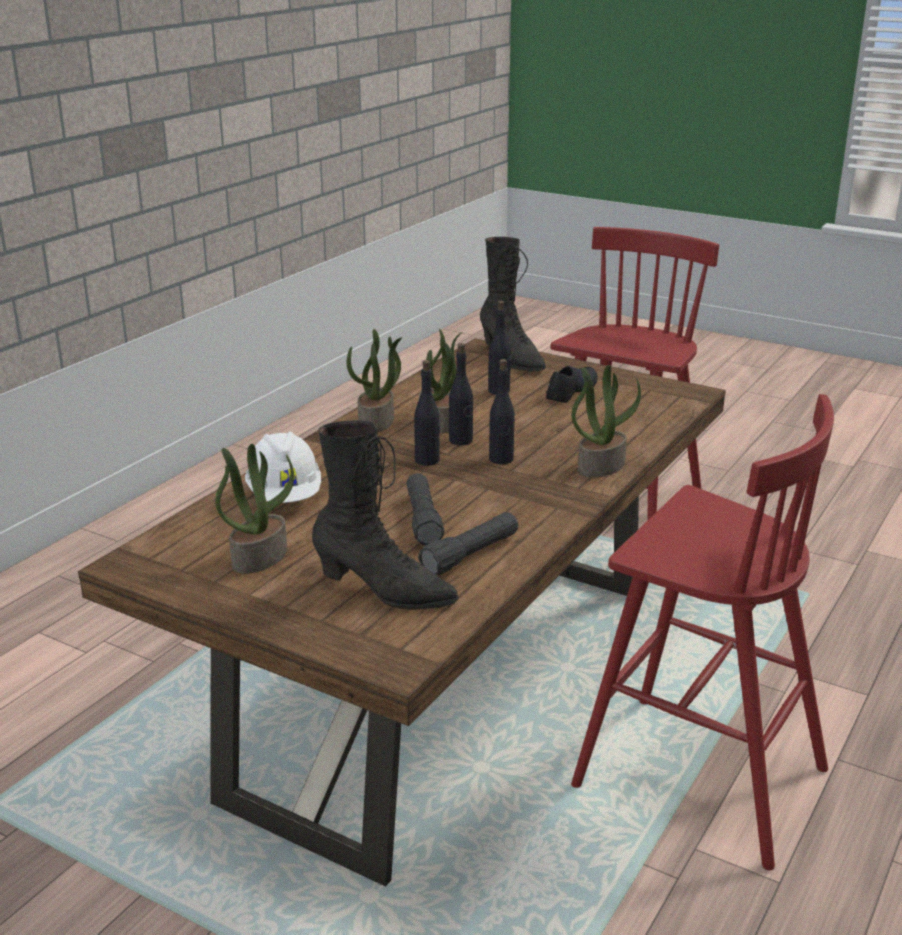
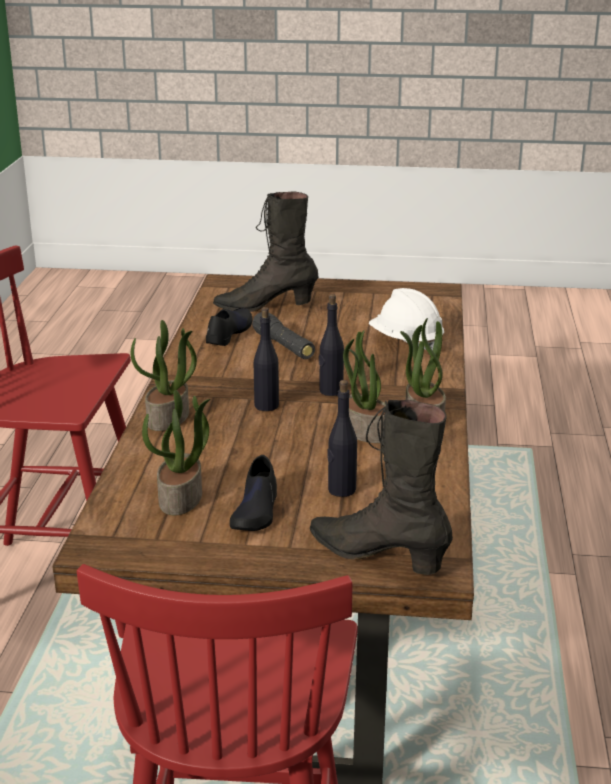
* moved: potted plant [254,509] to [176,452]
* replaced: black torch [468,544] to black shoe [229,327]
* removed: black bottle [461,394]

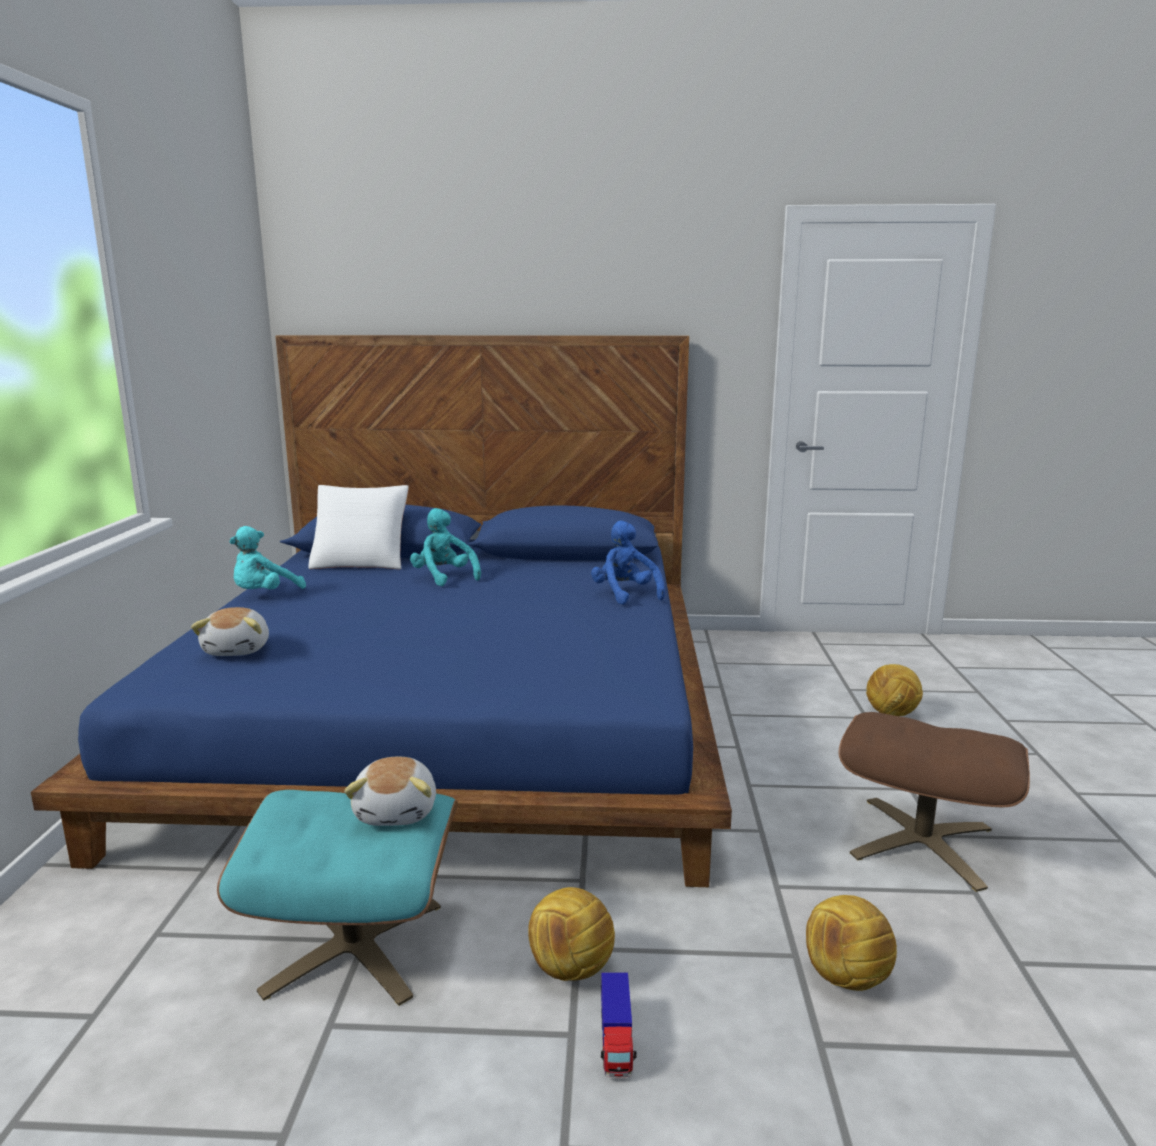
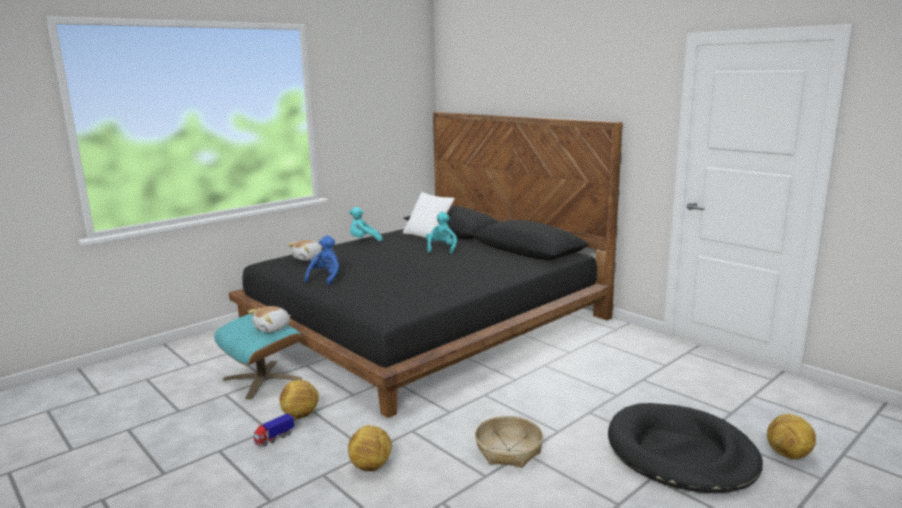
* recoloured: blue bed [381,611] to black bed [426,265]
* moved: blue plush toy [628,563] to [321,260]
* replaced: brown ottoman [934,802] to basket [509,442]
* moved: football ball [894,690] to [791,436]
* added: black dog cushion [685,448]

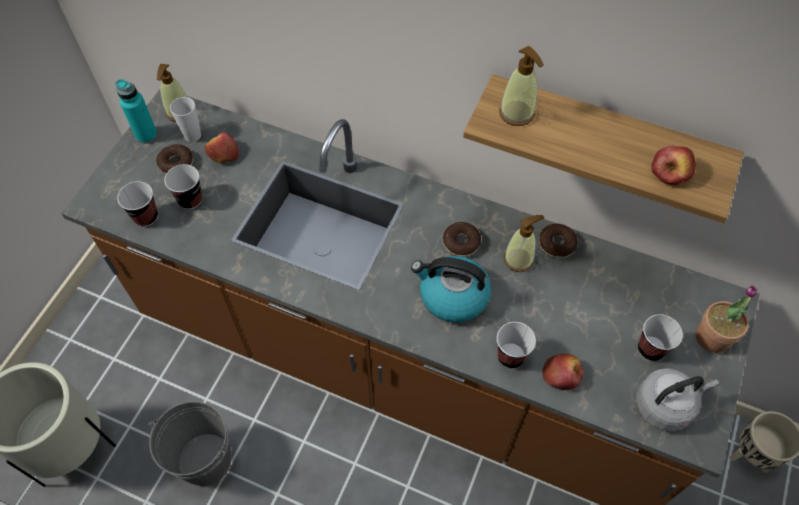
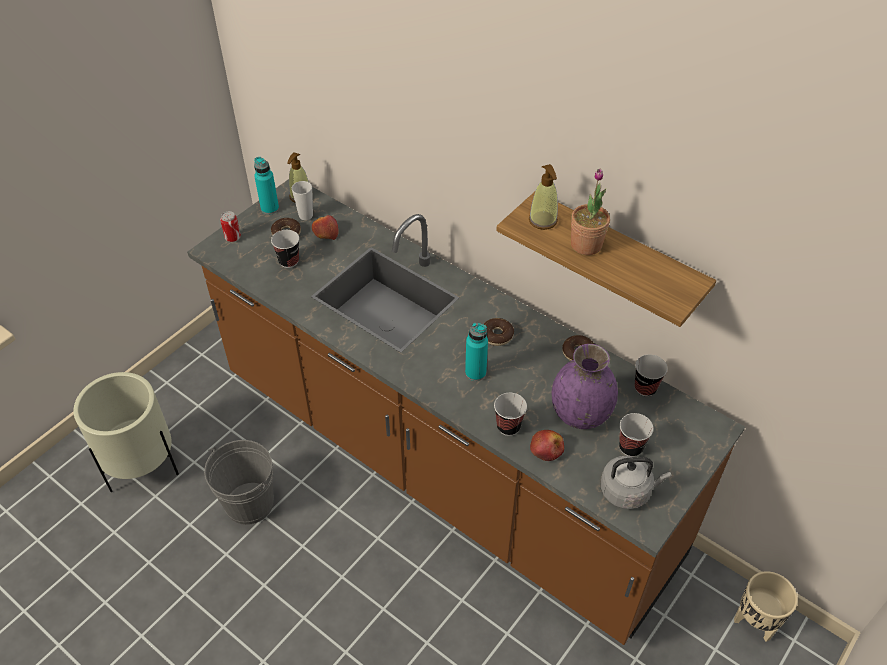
* moved: cup [137,204] to [650,375]
* replaced: water kettle [451,289] to turquoise bottle [476,352]
* removed: soap dispenser [524,243]
* removed: apple fruit [673,165]
* moved: potted plant [726,319] to [590,211]
* added: sealed can [230,226]
* added: purple-coloured flower vase [585,386]

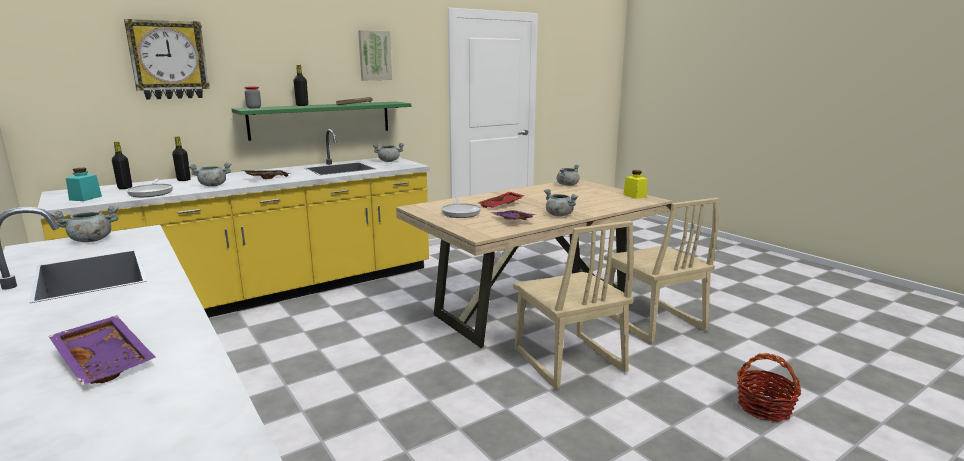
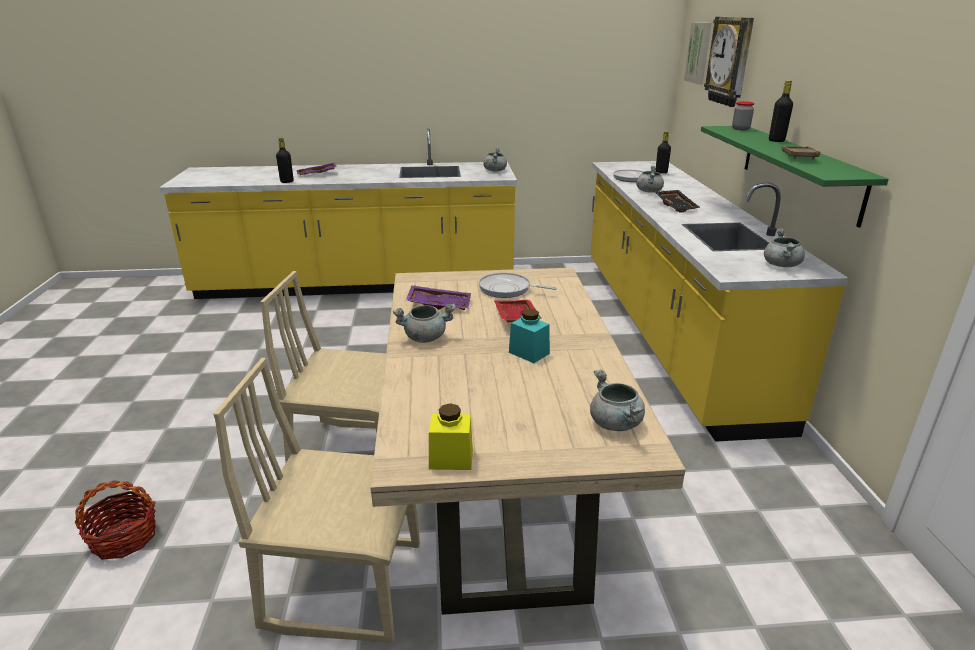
* moved: turquoise preserve jar [84,184] to [529,336]
* moved: black bottle [181,158] to [284,160]
* moved: wall picture [375,55] to [697,53]

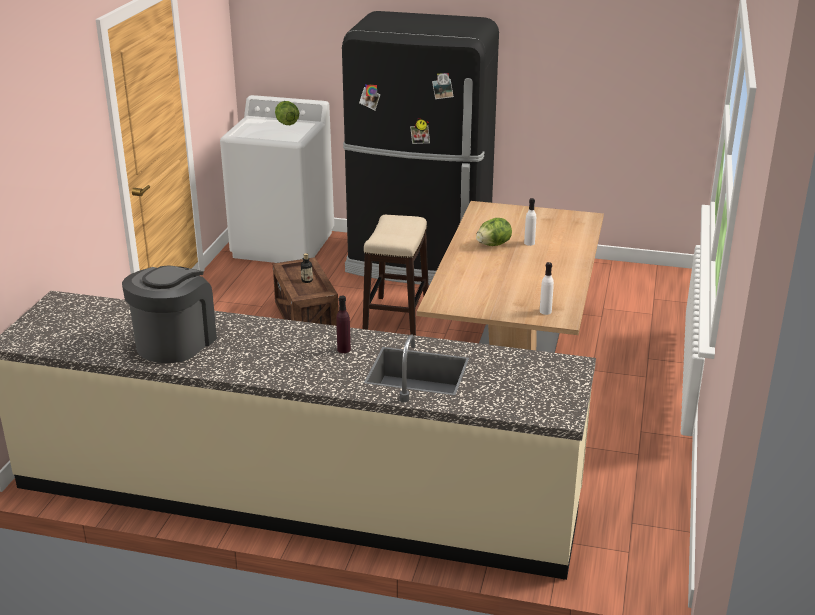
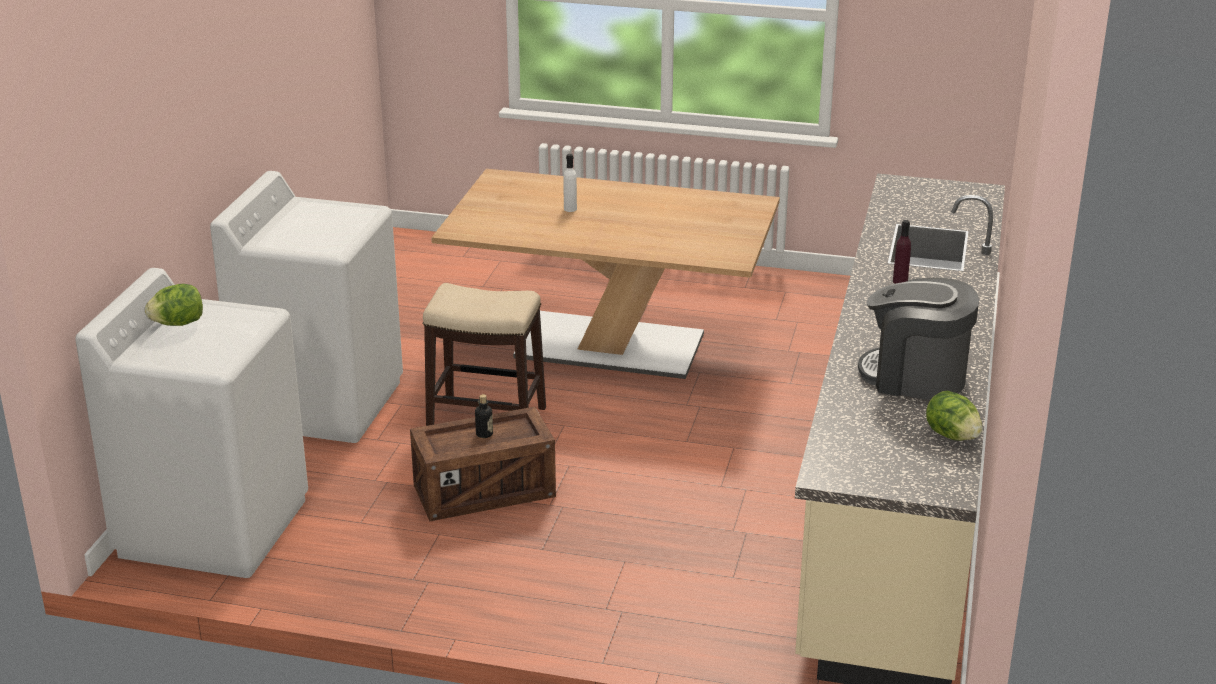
* replaced: black kitchen fridge [420,148] to white-coloured laundry appliance [306,307]
* moved: head of lettuce [494,232] to [954,415]
* removed: white-coloured bottle [547,288]

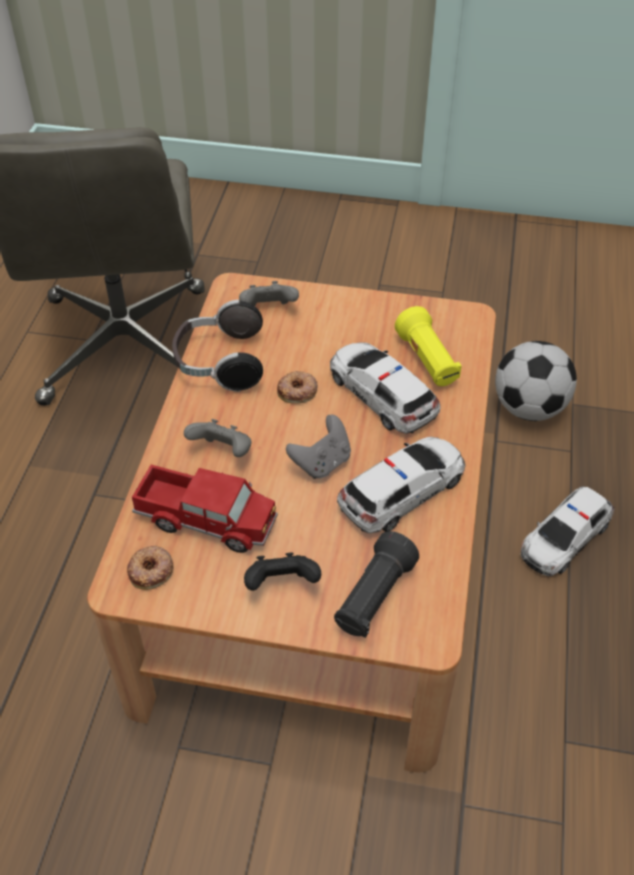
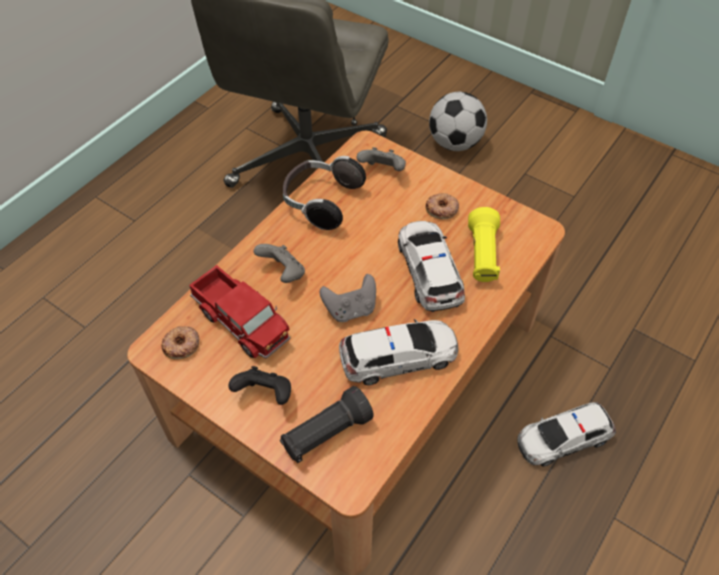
* moved: ring doughnut [297,387] to [442,206]
* moved: football ball [536,381] to [458,121]

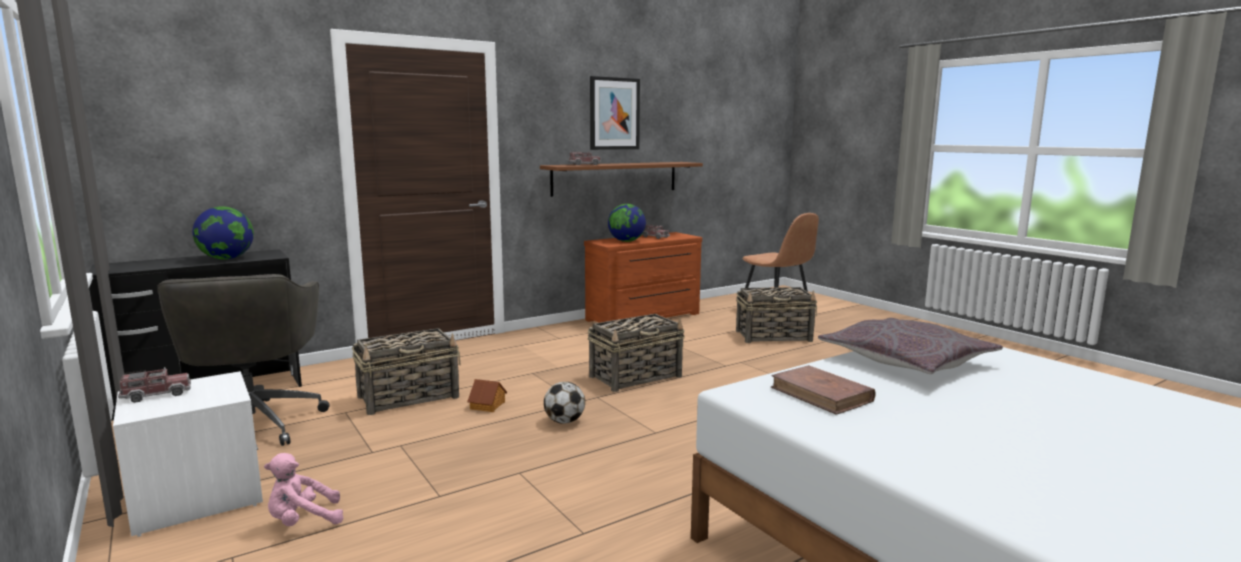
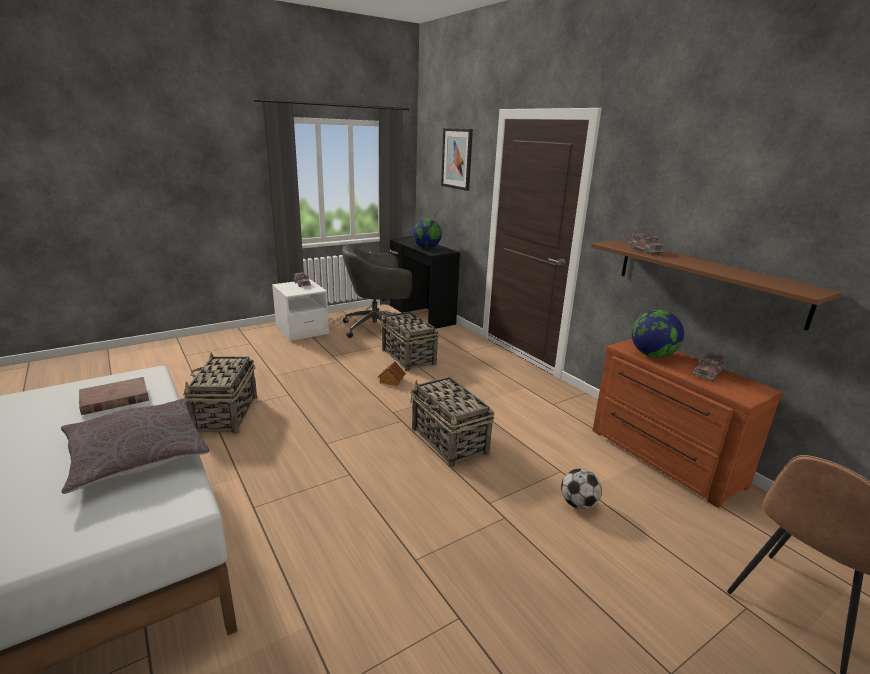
* removed: pink-coloured plush toy [303,489]
* moved: football ball [564,403] to [581,488]
* moved: wall picture [615,113] to [457,159]
* moved: basket [776,315] to [220,393]

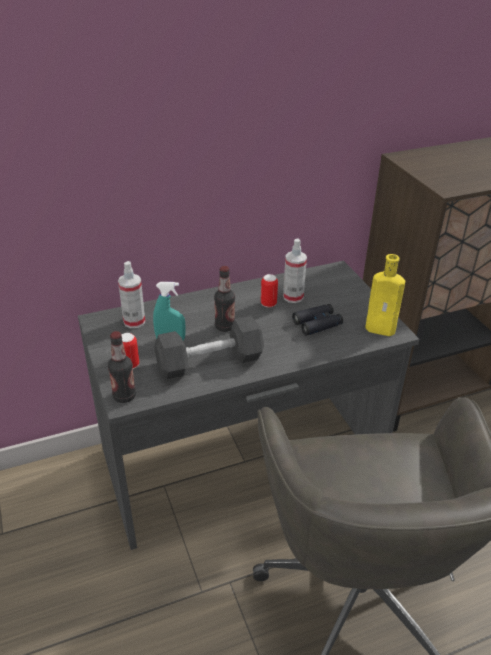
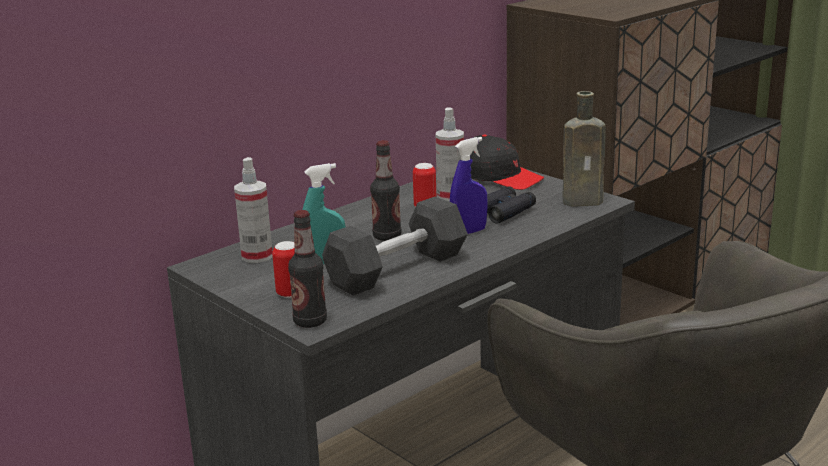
* recoloured: yellow-coloured bottle [385,295] to brown bottle [584,149]
* added: blue hand sprayer [469,185]
* added: black peaked cap [507,162]

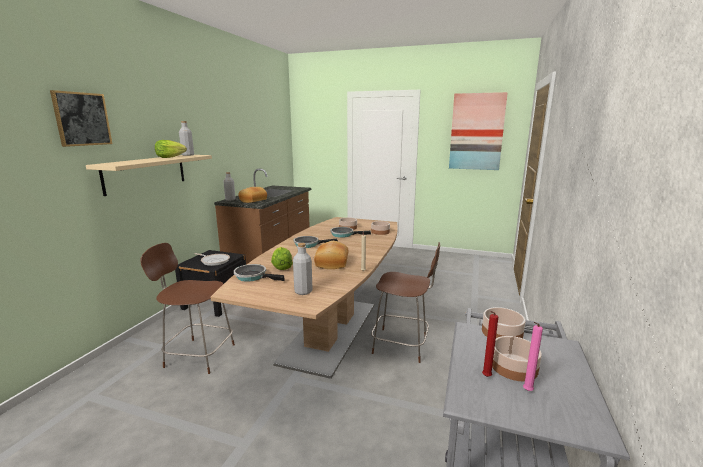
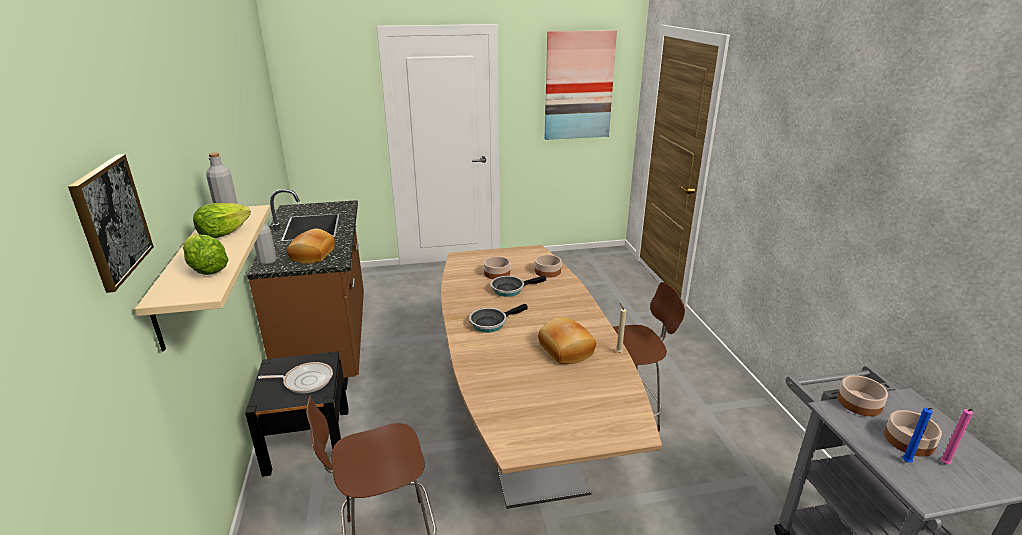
* removed: skillet [259,273]
* moved: head of lettuce [282,258] to [206,254]
* removed: grey bottle [303,269]
* recoloured: reddish candle [490,344] to blue candle [917,435]

